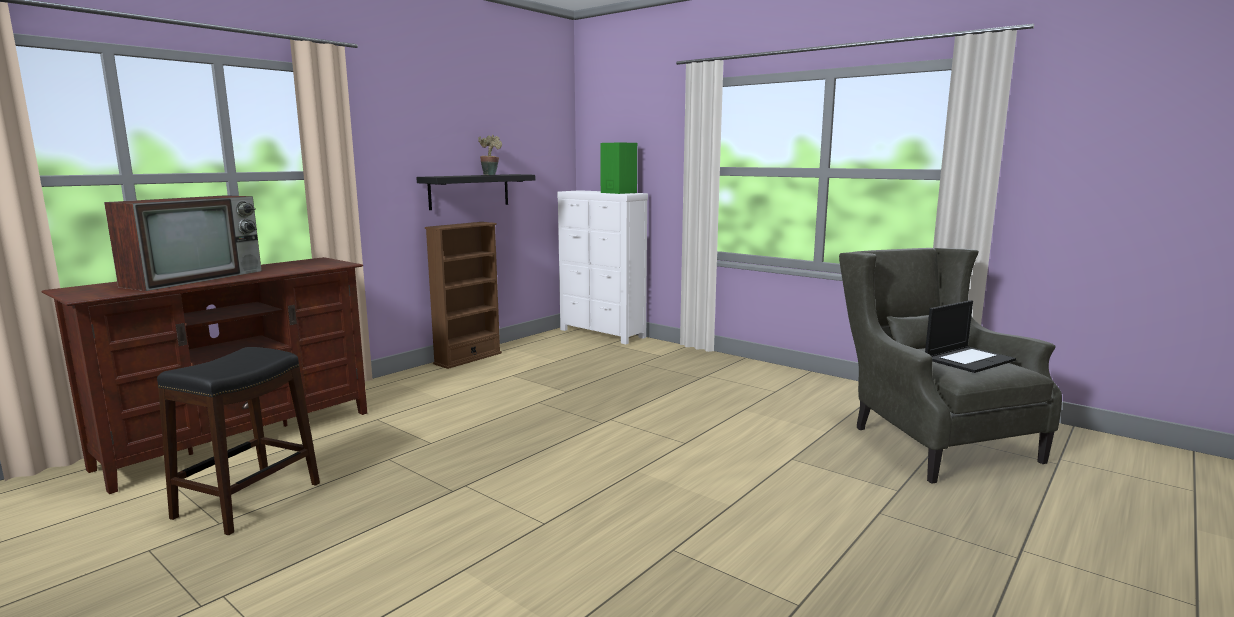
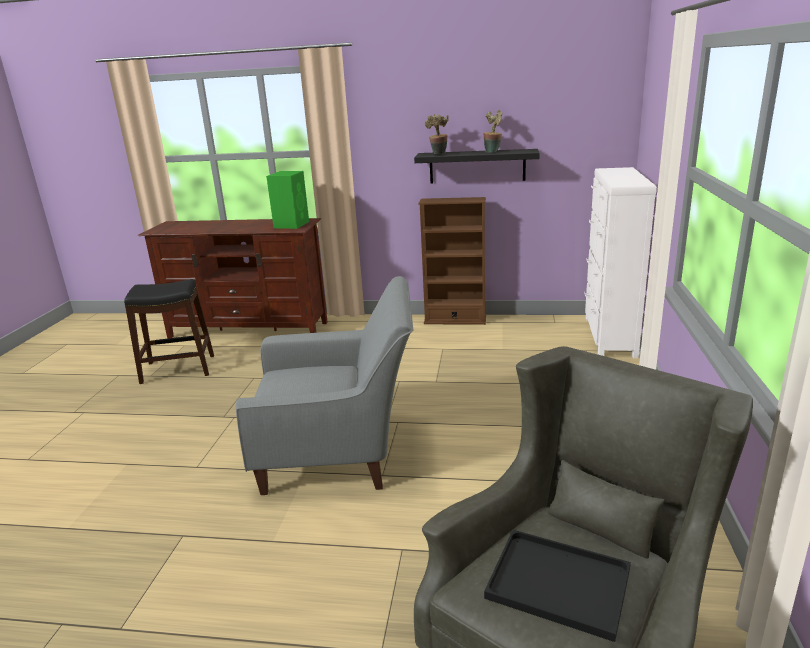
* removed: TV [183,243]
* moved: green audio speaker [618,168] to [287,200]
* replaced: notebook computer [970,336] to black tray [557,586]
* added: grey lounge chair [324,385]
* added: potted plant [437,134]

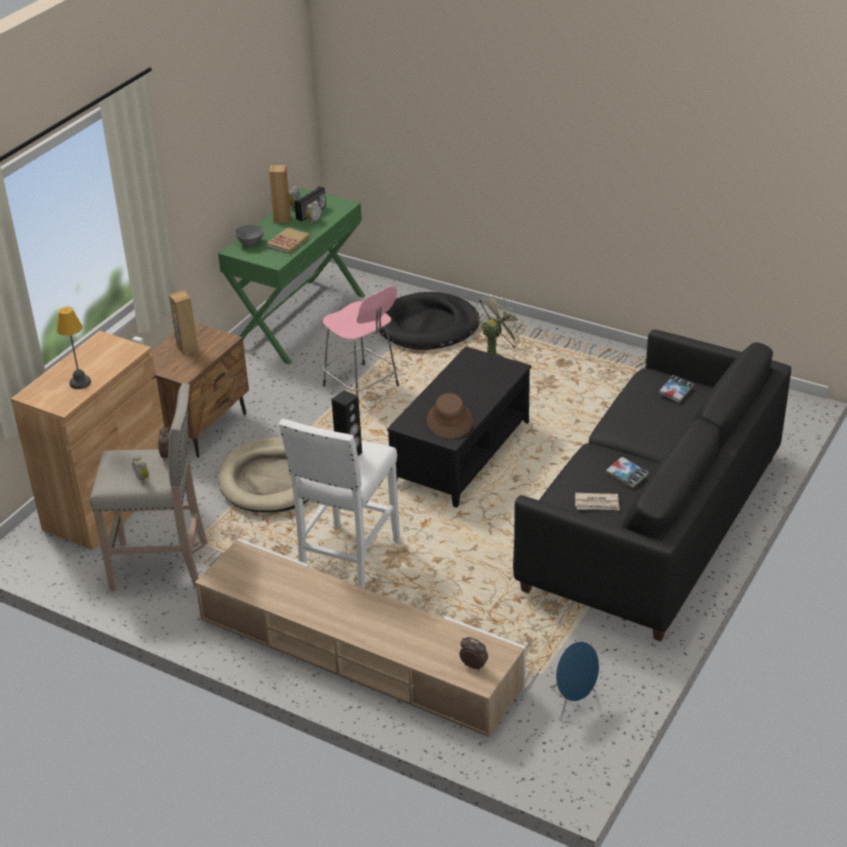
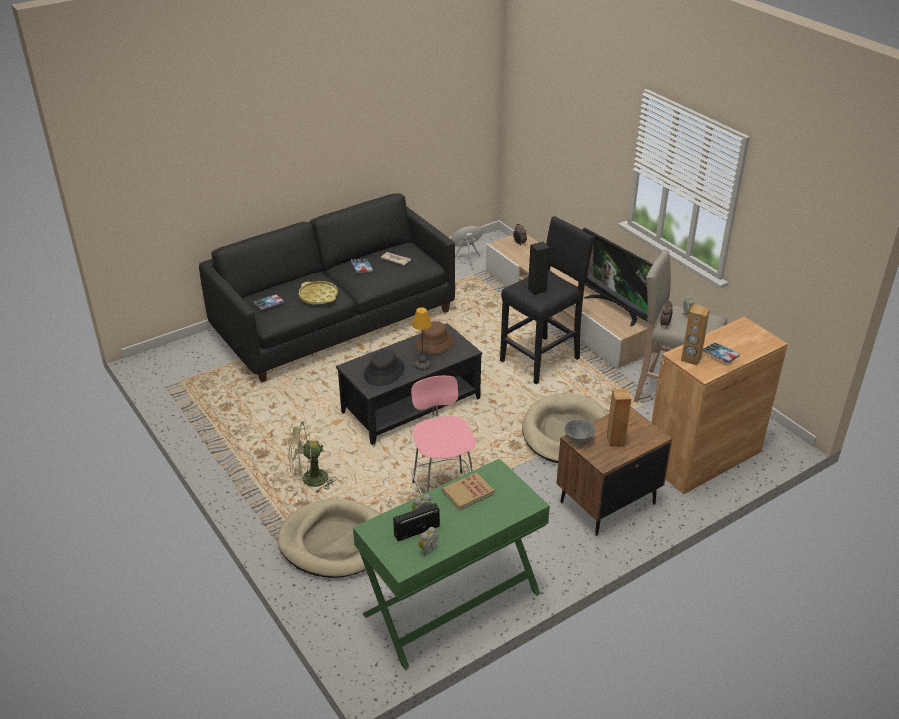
* moved: tabletop lamp [74,348] to [422,338]
* moved: grey deep dish [249,235] to [580,432]
* moved: brown audio speaker [280,194] to [695,335]
* recoloured: white-coloured stool [339,504] to black stool [547,300]
* recoloured: black dog cushion [429,321] to sand-coloured dog cushion [329,538]
* added: yellow-coloured tray [318,293]
* added: black hat [384,367]
* added: TV [618,277]
* added: volume [721,352]

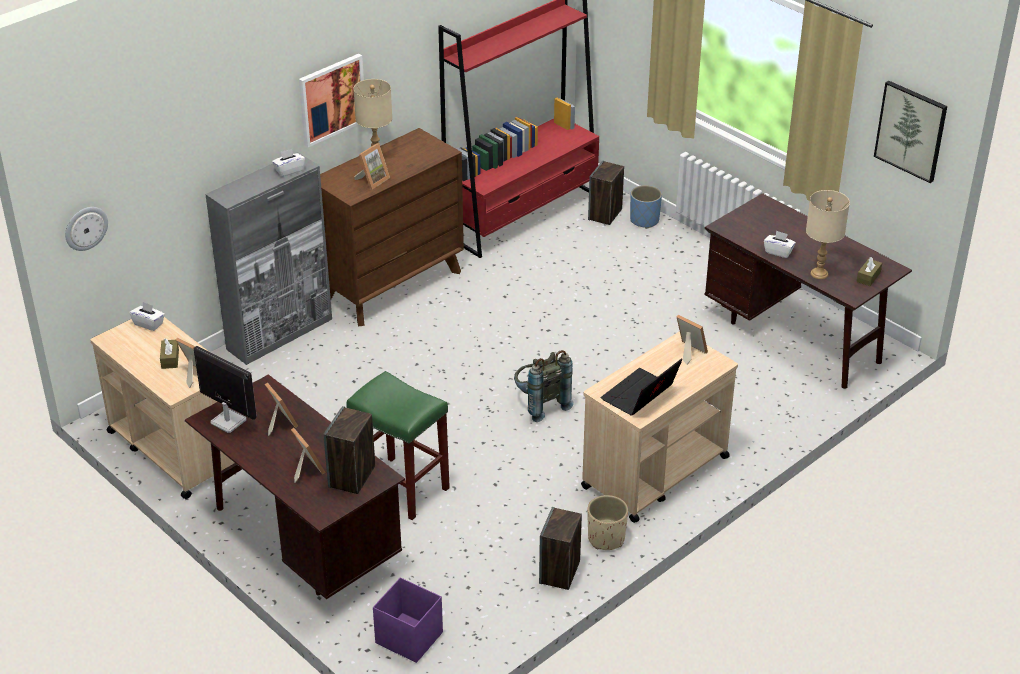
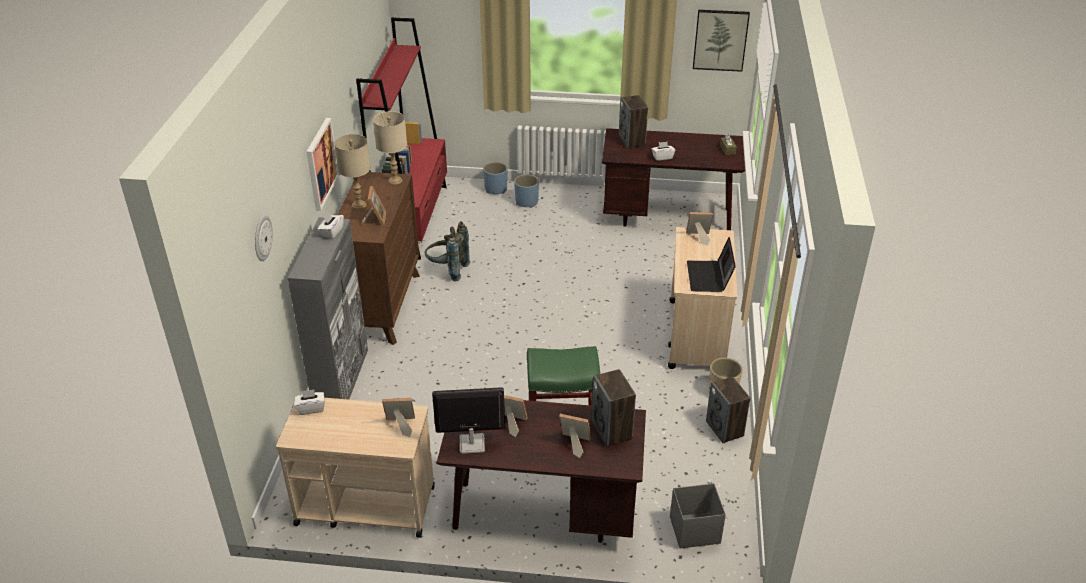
* moved: hanging clock [86,229] to [264,238]
* removed: brown tissue holder [169,353]
* recoloured: purple-coloured storage bin [408,620] to grey storage bin [698,516]
* moved: grey backpack [544,386] to [447,251]
* moved: audio speaker [606,193] to [633,121]
* moved: sand-coloured tabletop lamp [828,234] to [390,148]
* added: blue planter [526,191]

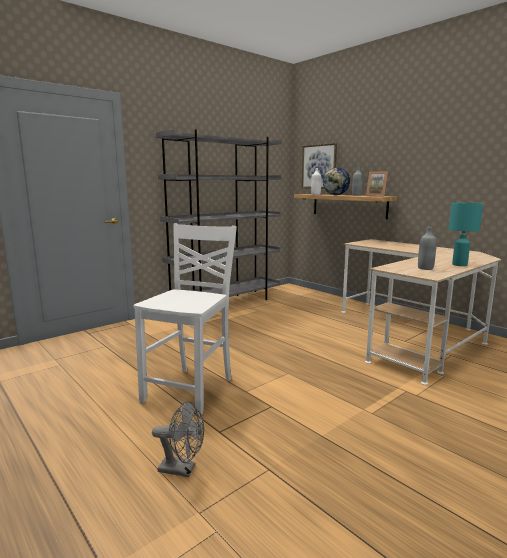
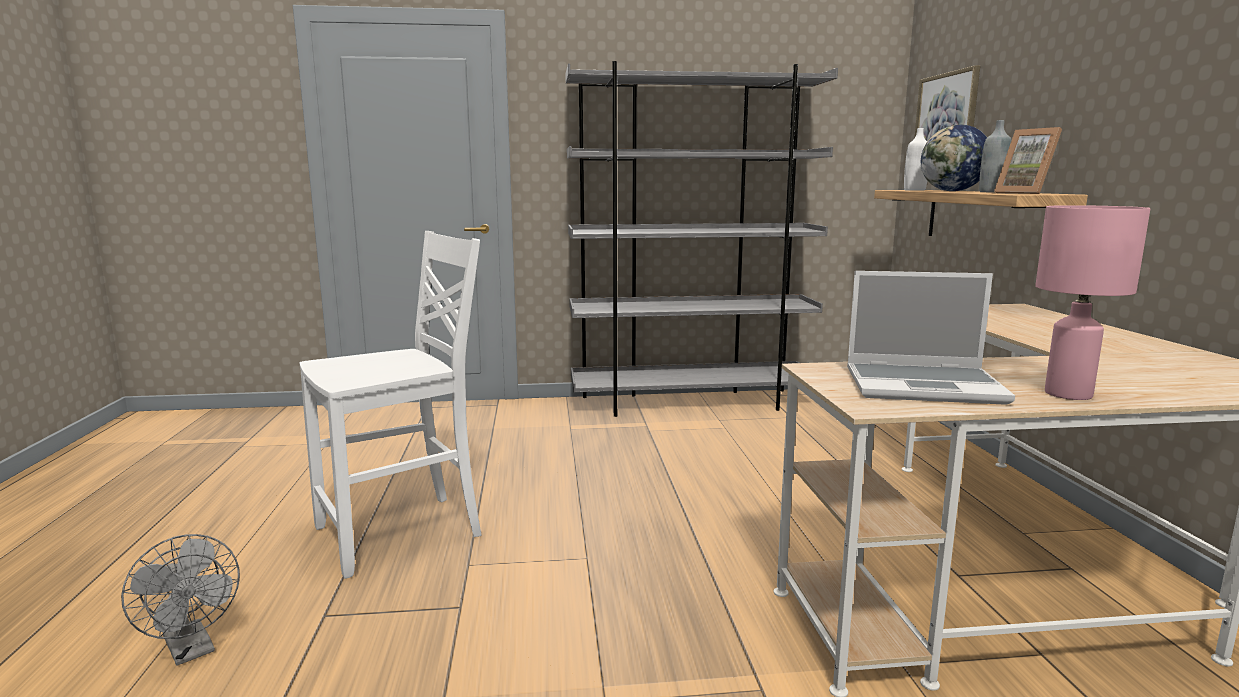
* replaced: grey bottle [427,248] to notebook computer [931,338]
* recoloured: turquoise tabletop lamp [466,234] to pink-coloured tabletop lamp [1093,302]

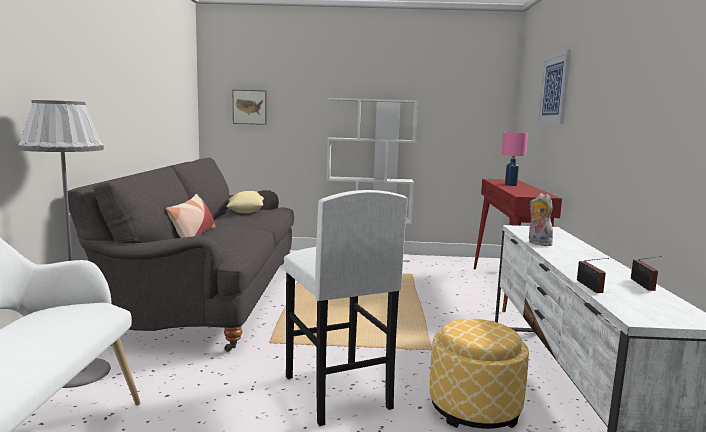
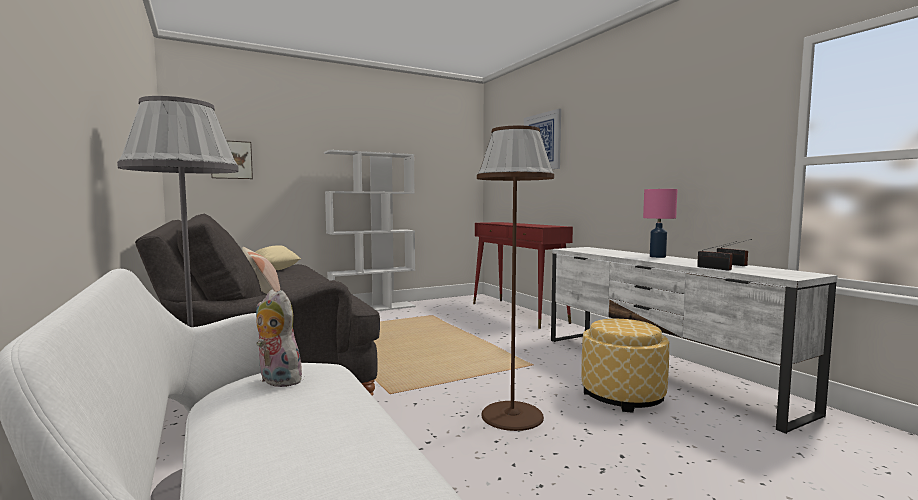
* replaced: white-coloured stool [345,308] to brown standing lamp [515,278]
* moved: pink-coloured tabletop lamp [514,159] to [660,223]
* moved: plush toy [541,219] to [279,338]

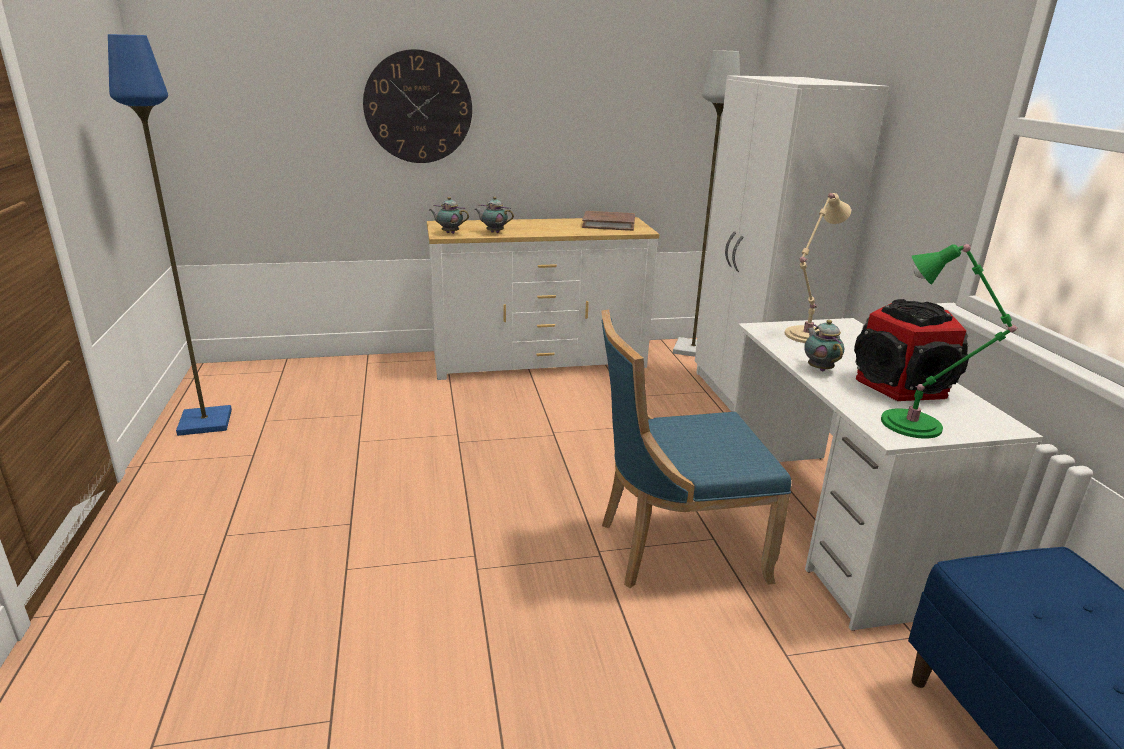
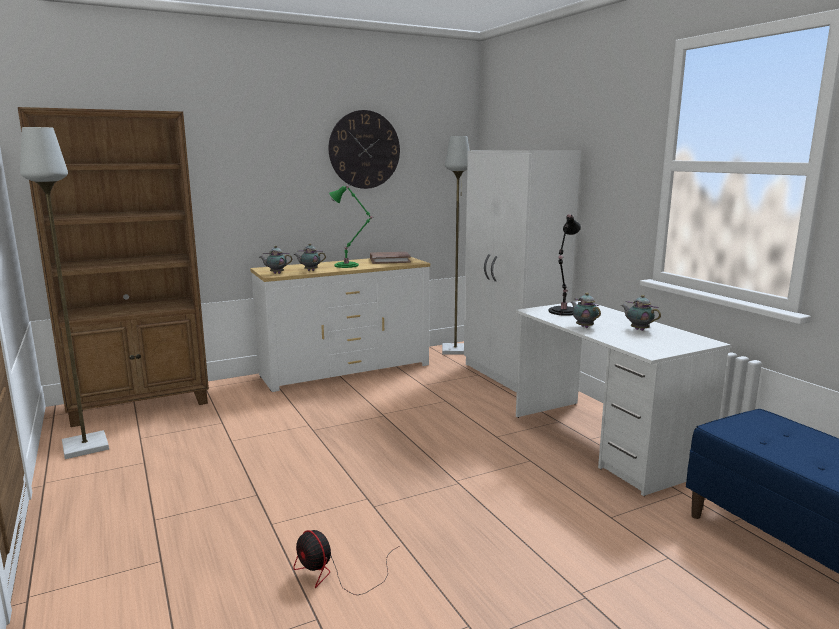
* recoloured: blue standing lamp [170,235] to grey standing lamp [64,293]
* moved: hanging clock [417,106] to [364,149]
* removed: blue chair [696,448]
* recoloured: sand-coloured tabletop lamp [818,268] to black tabletop lamp [564,265]
* replaced: audio speaker [911,350] to pot for tea [641,313]
* moved: green tabletop lamp [949,341] to [351,226]
* added: brown bookshelf [113,267]
* added: electric fan [345,562]

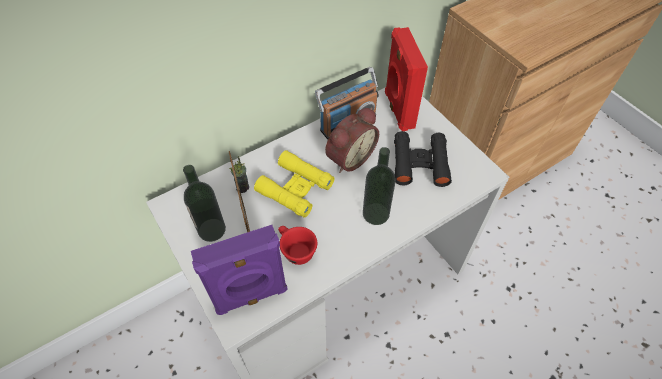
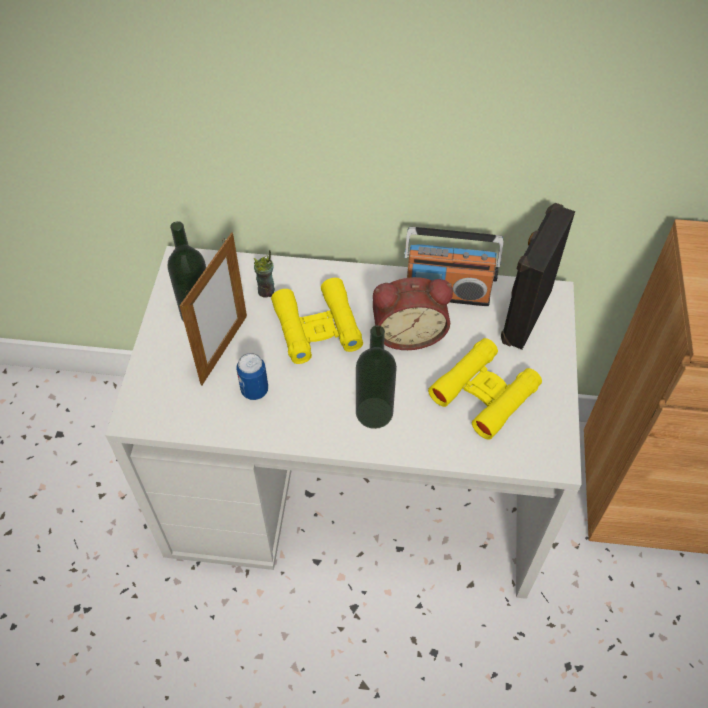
* removed: purple-coloured audio speaker [239,270]
* replaced: reddish cup [297,245] to sealed can [252,376]
* recoloured: reddish audio speaker [406,79] to black audio speaker [538,276]
* recoloured: black field glasses [423,159] to yellow-coloured field glasses [485,389]

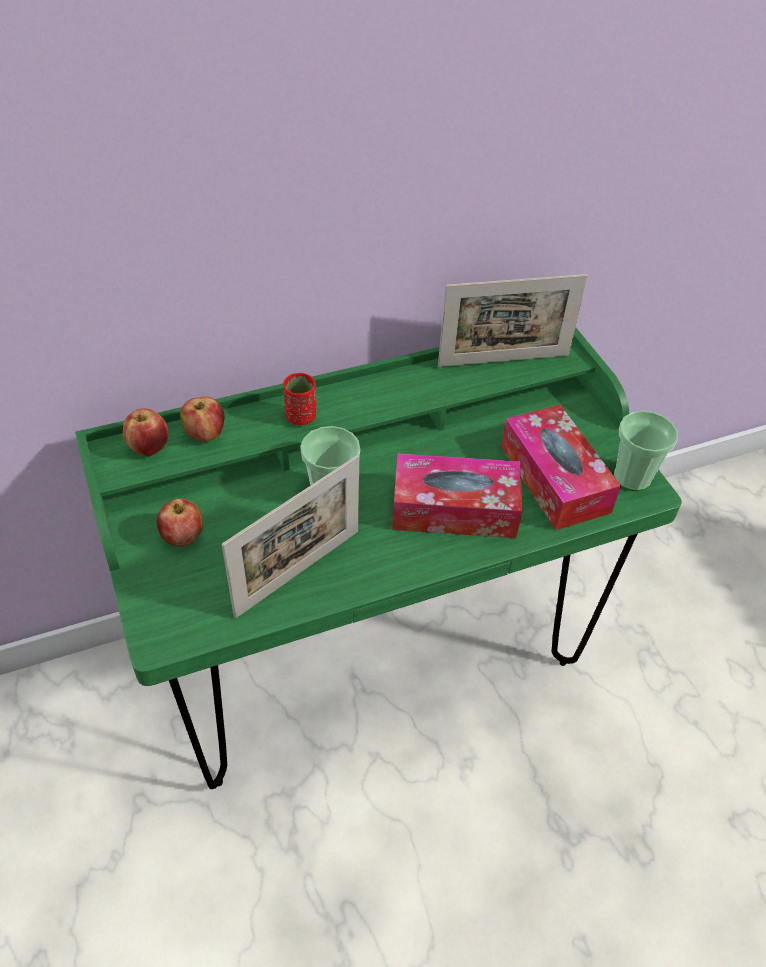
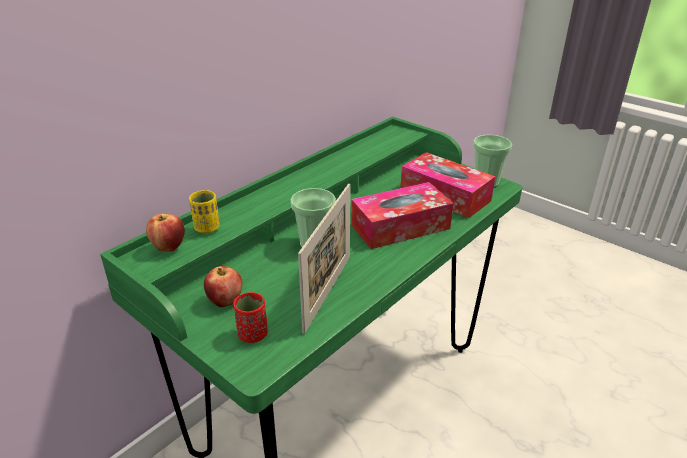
* replaced: apple fruit [202,419] to yellow-coloured cup [204,212]
* moved: reddish cup [299,399] to [250,317]
* removed: picture frame [513,320]

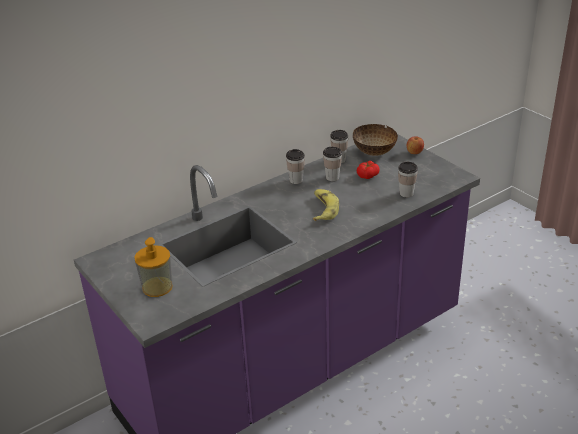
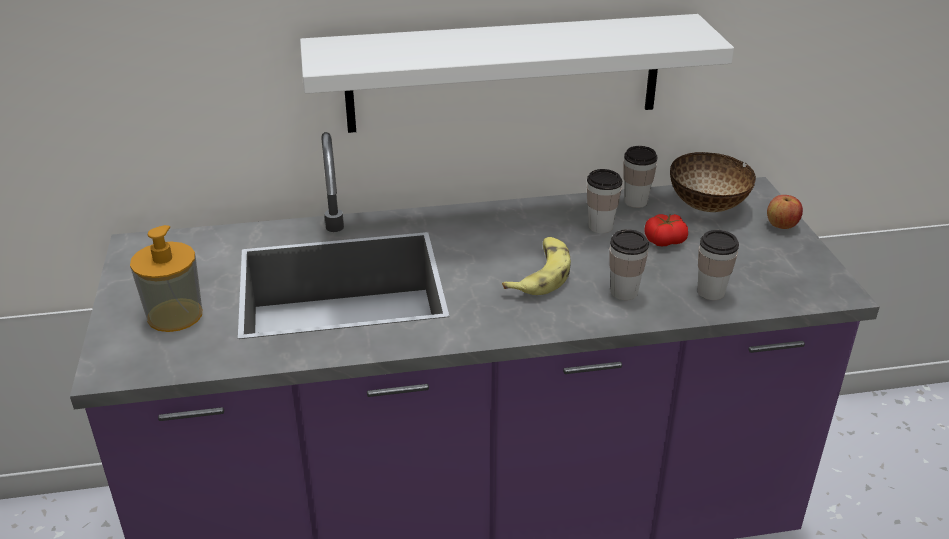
* moved: cup [295,166] to [629,264]
* added: white-coloured bracket shelf [517,73]

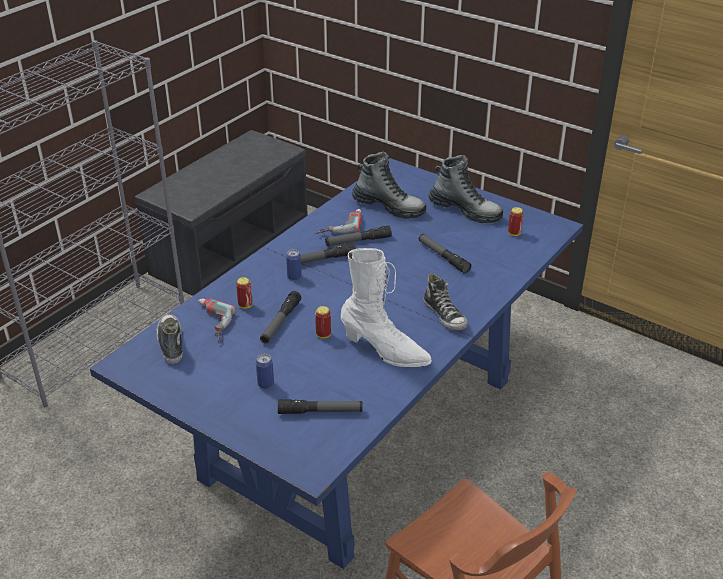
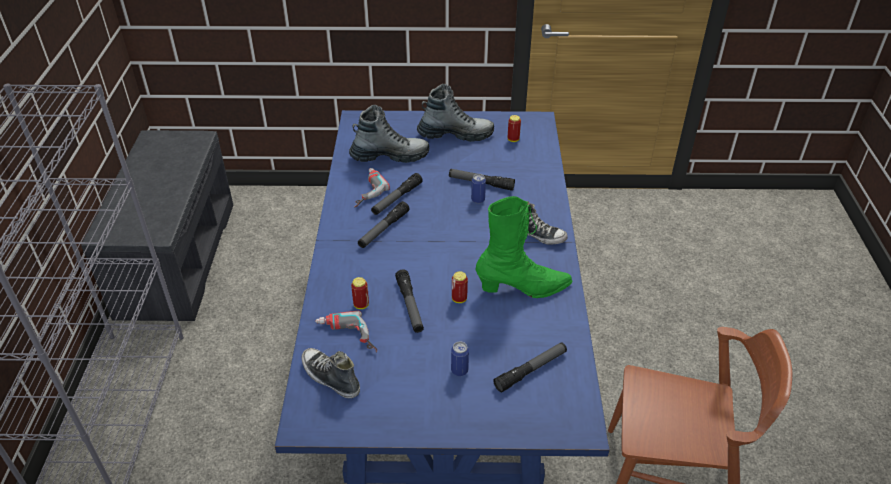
* moved: sealed can [294,265] to [478,189]
* recoloured: white-coloured high-top boot [386,307] to green high-top boot [524,247]

